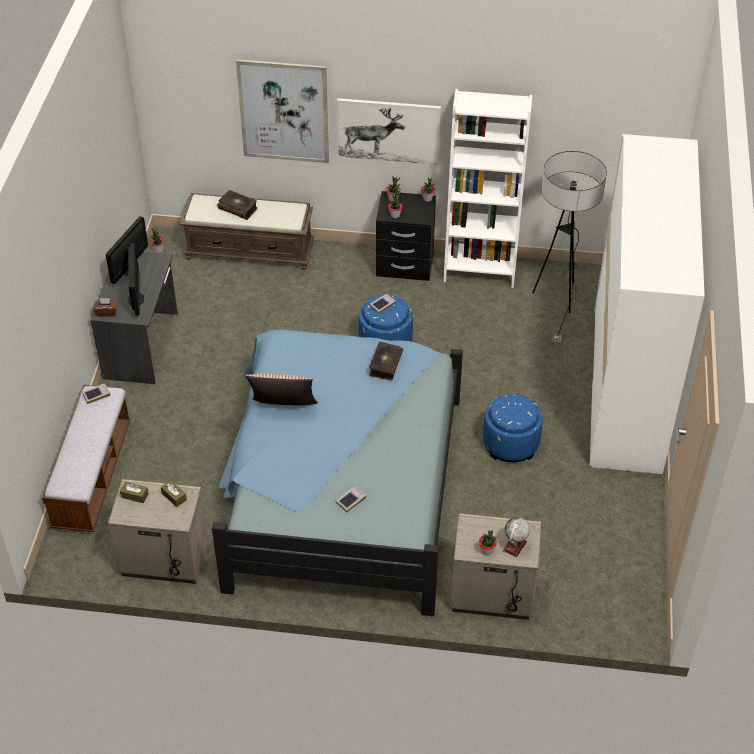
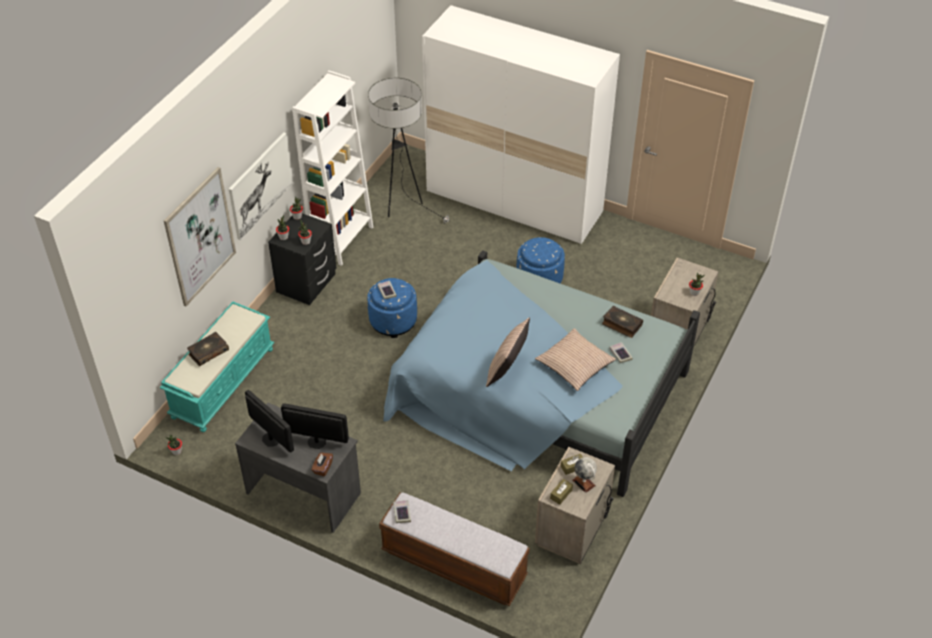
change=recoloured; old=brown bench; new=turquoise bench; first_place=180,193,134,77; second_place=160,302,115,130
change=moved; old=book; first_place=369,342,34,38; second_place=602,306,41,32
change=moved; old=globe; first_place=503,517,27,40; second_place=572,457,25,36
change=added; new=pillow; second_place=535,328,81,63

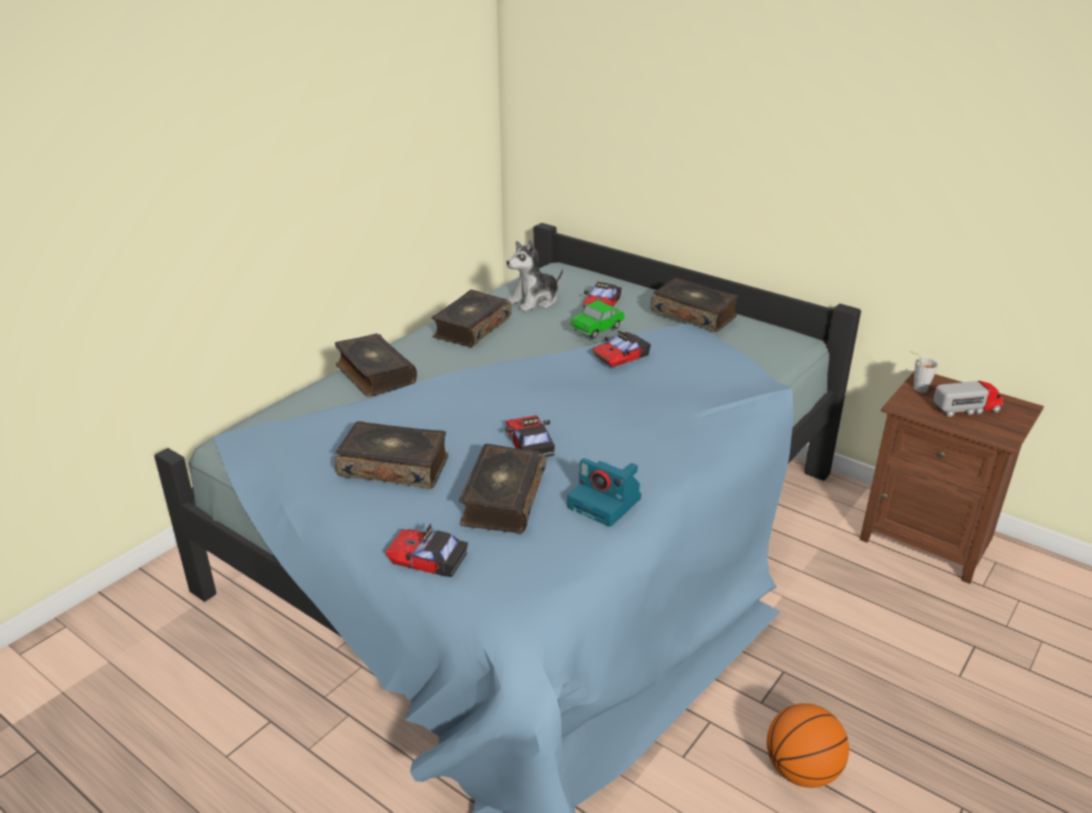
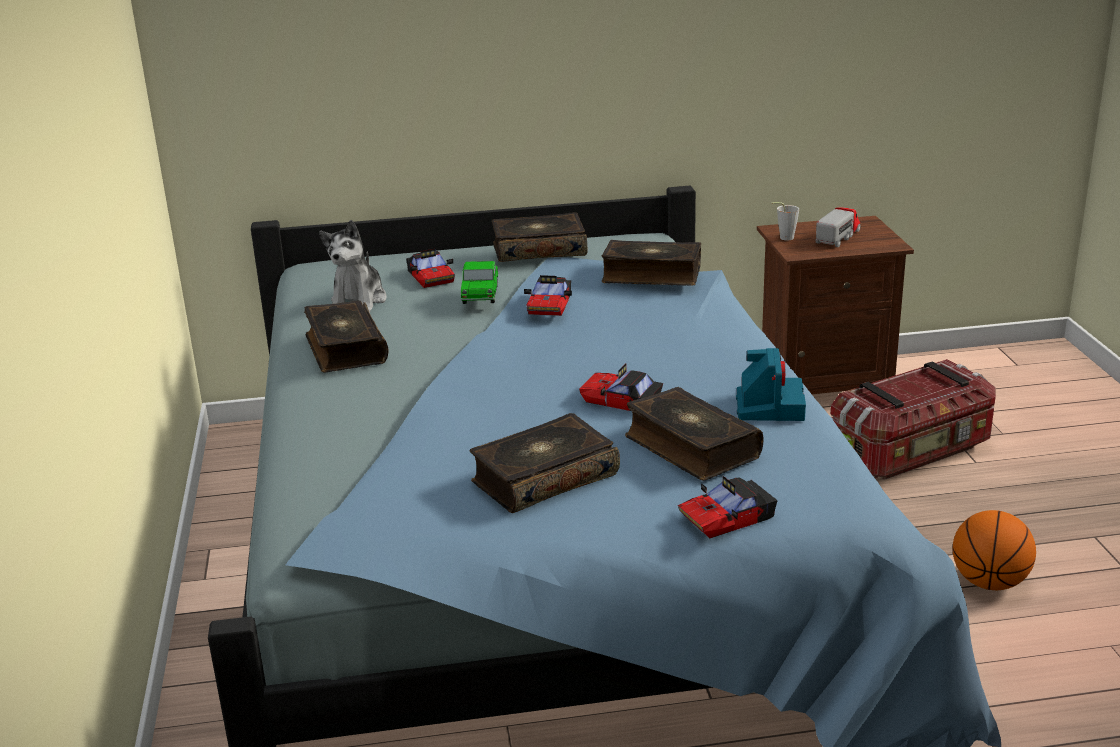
change=moved; old=book; first_place=335,334,82,63; second_place=602,240,99,46
change=turned; old=photo camera; first_place=567,458,74,69; second_place=736,348,70,73; degrees=-75
change=added; new=storage box; second_place=830,359,166,121

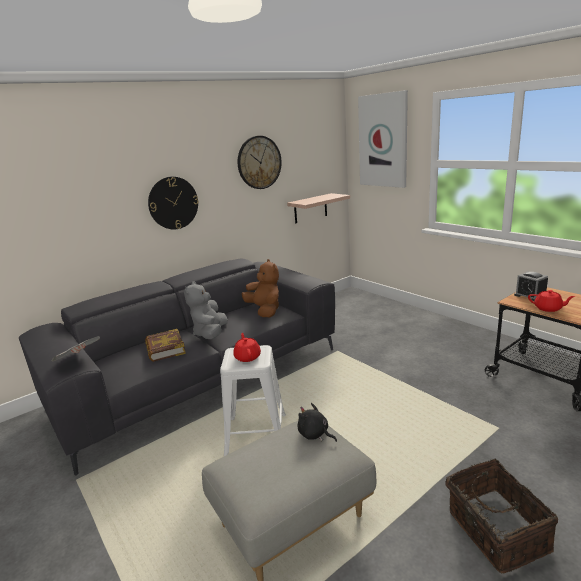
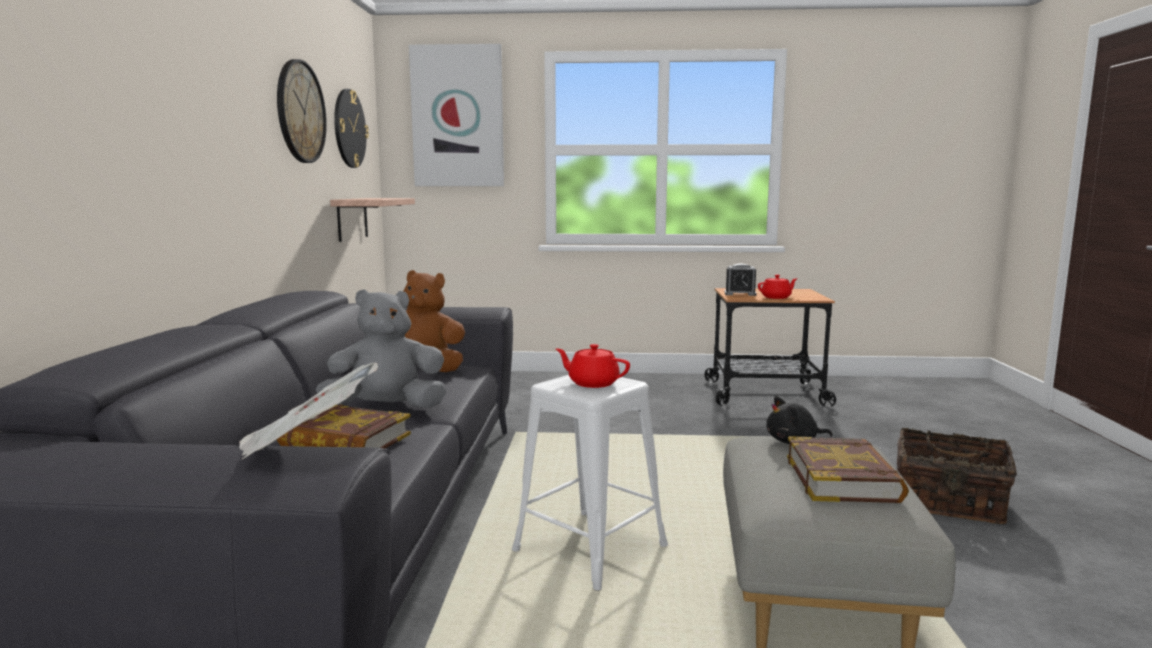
change=moved; old=wall clock; first_place=148,177,51,53; second_place=334,89,35,79
change=turned; old=grey plush toy; first_place=184,281,44,58; second_place=316,289,130,119; degrees=120
change=added; new=book; second_place=787,436,122,67

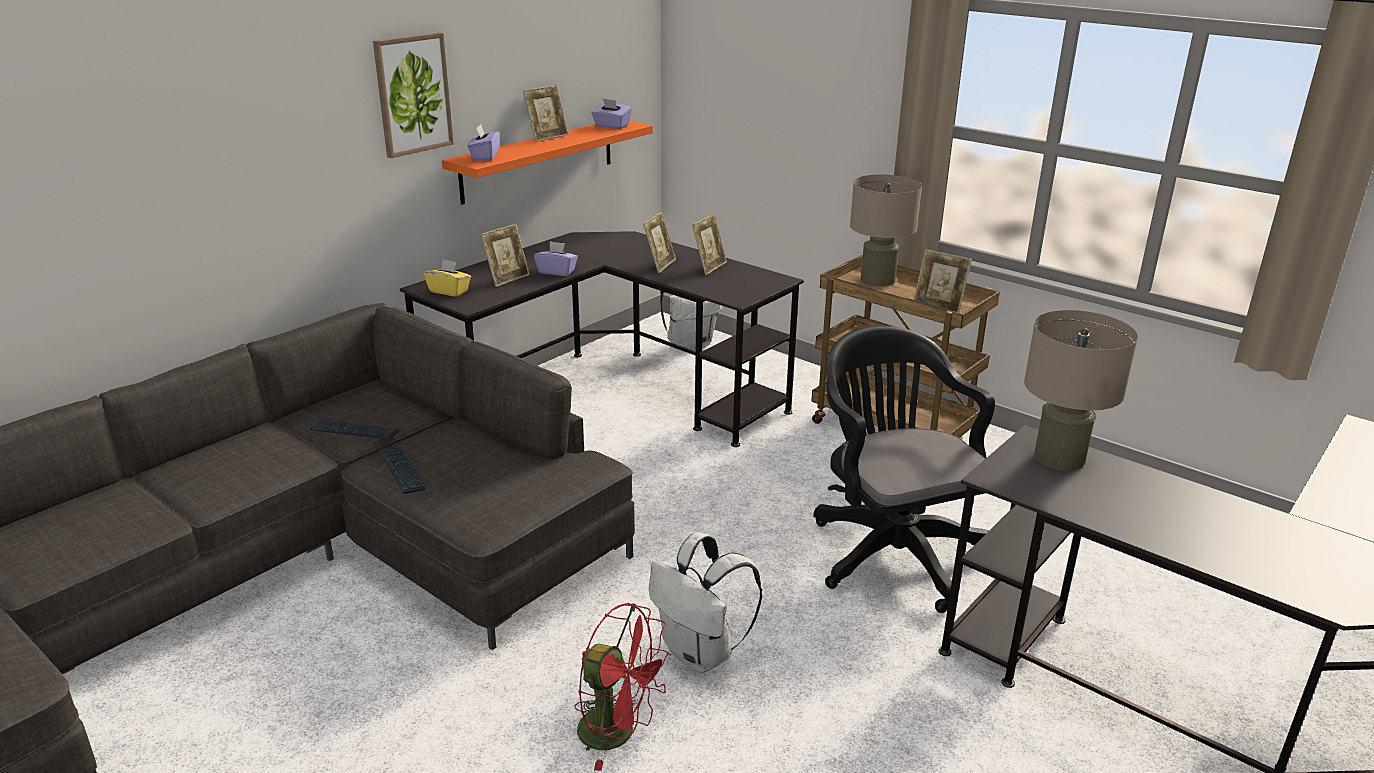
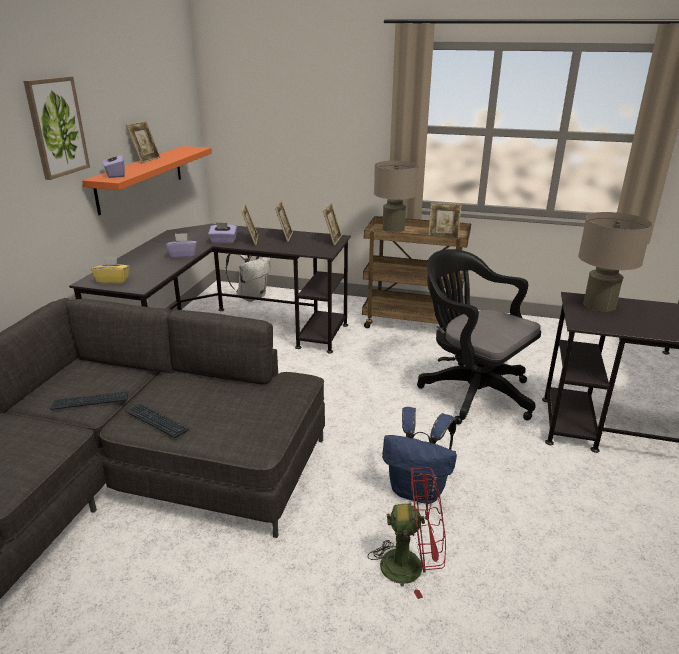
change=moved; old=purple tissue box; first_place=591,98,41,31; second_place=208,222,29,22
change=moved; old=picture frame; first_place=481,224,49,63; second_place=323,203,19,42
change=recoloured; old=white backpack; new=blue backpack; first_place=649,532,114,141; second_place=382,407,75,97

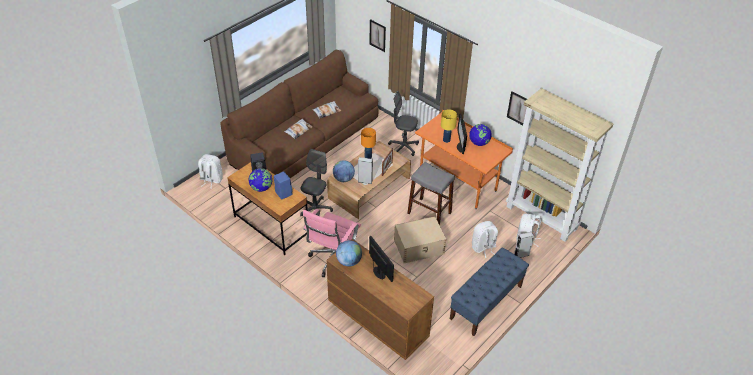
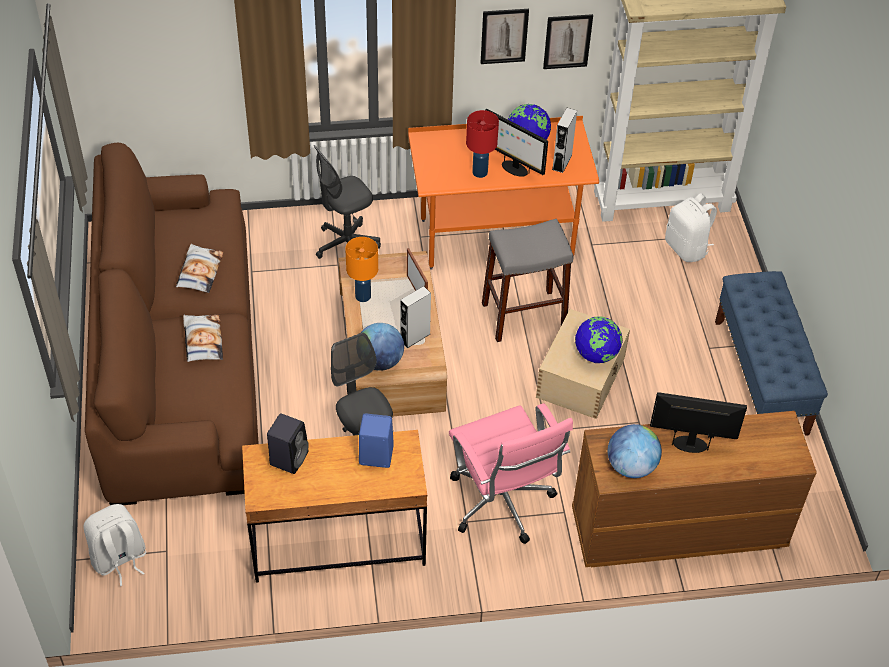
change=moved; old=picture; first_place=370,19,16,33; second_place=481,9,48,55
change=recoloured; old=yellow table lamp; new=red table lamp; first_place=441,109,16,34; second_place=466,110,33,68
change=moved; old=globe; first_place=248,168,24,24; second_place=575,316,48,47
change=removed; old=white backpack; first_place=472,221,26,37
change=moved; old=grey speaker; first_place=514,232,20,26; second_place=552,108,25,65

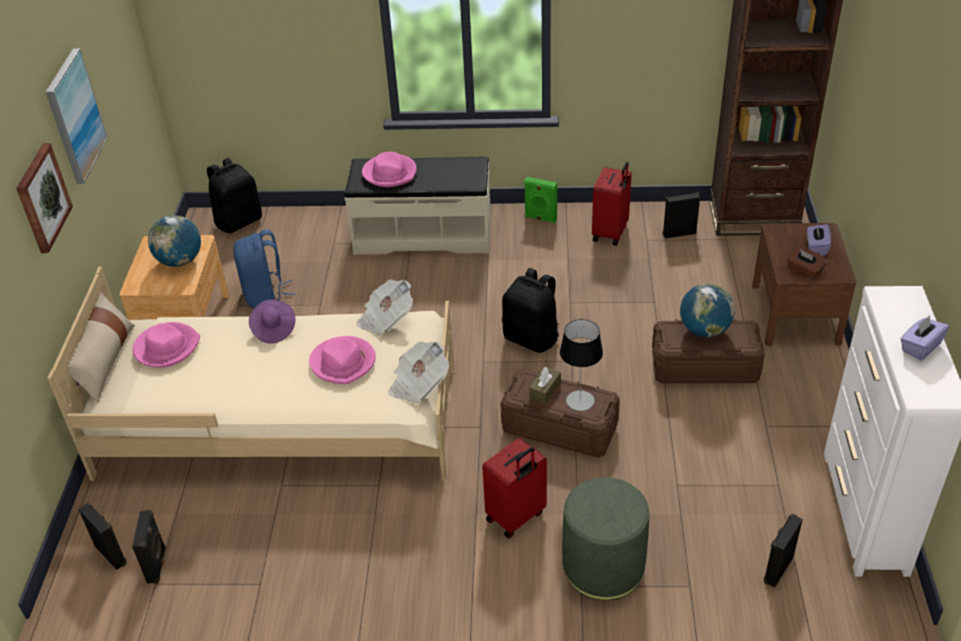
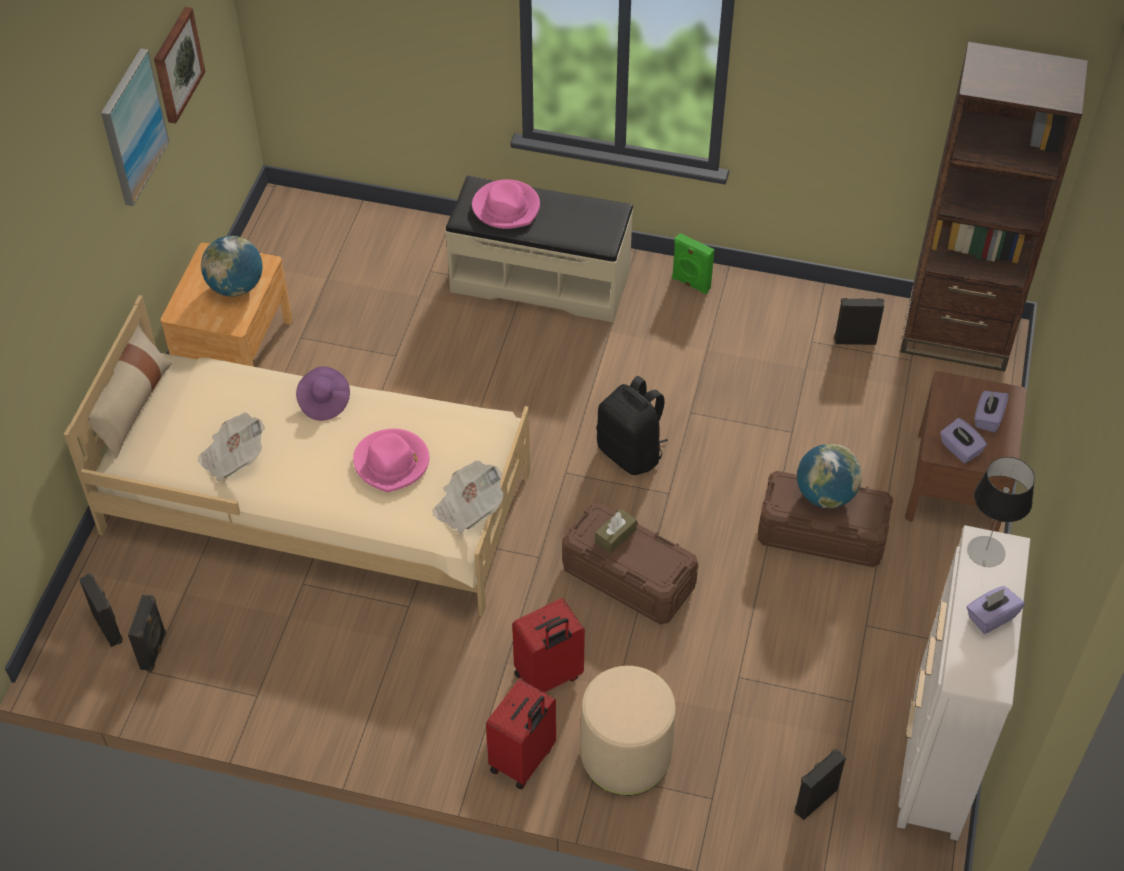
change=moved; old=picture; first_place=16,143,57,110; second_place=154,7,51,117
change=removed; old=black backpack; first_place=207,158,55,75
change=moved; old=red suitcase; first_place=592,162,40,84; second_place=486,679,70,111
change=removed; old=blue backpack; first_place=233,229,62,79
change=recoloured; old=brown tissue box; new=purple tissue box; first_place=787,246,40,34; second_place=940,418,47,46
change=moved; old=newspaper; first_place=356,279,57,57; second_place=198,413,67,69
change=moved; old=table lamp; first_place=560,319,43,92; second_place=967,457,68,110
change=removed; old=pink hat; first_place=133,322,67,46
change=recoloured; old=green ottoman; new=beige ottoman; first_place=562,477,87,124; second_place=580,666,96,130

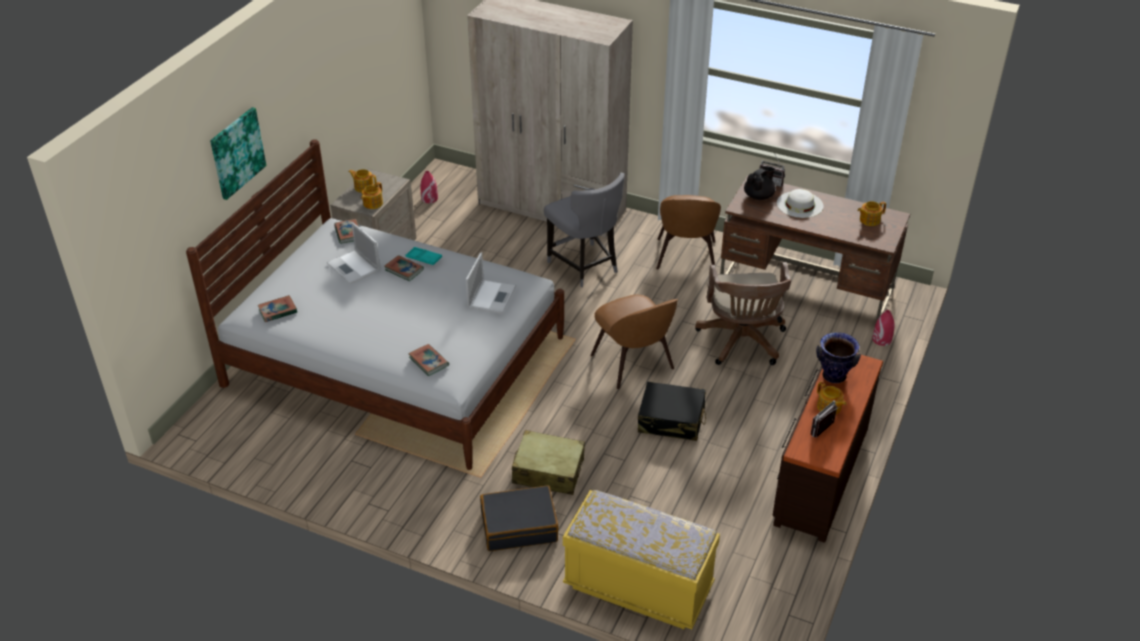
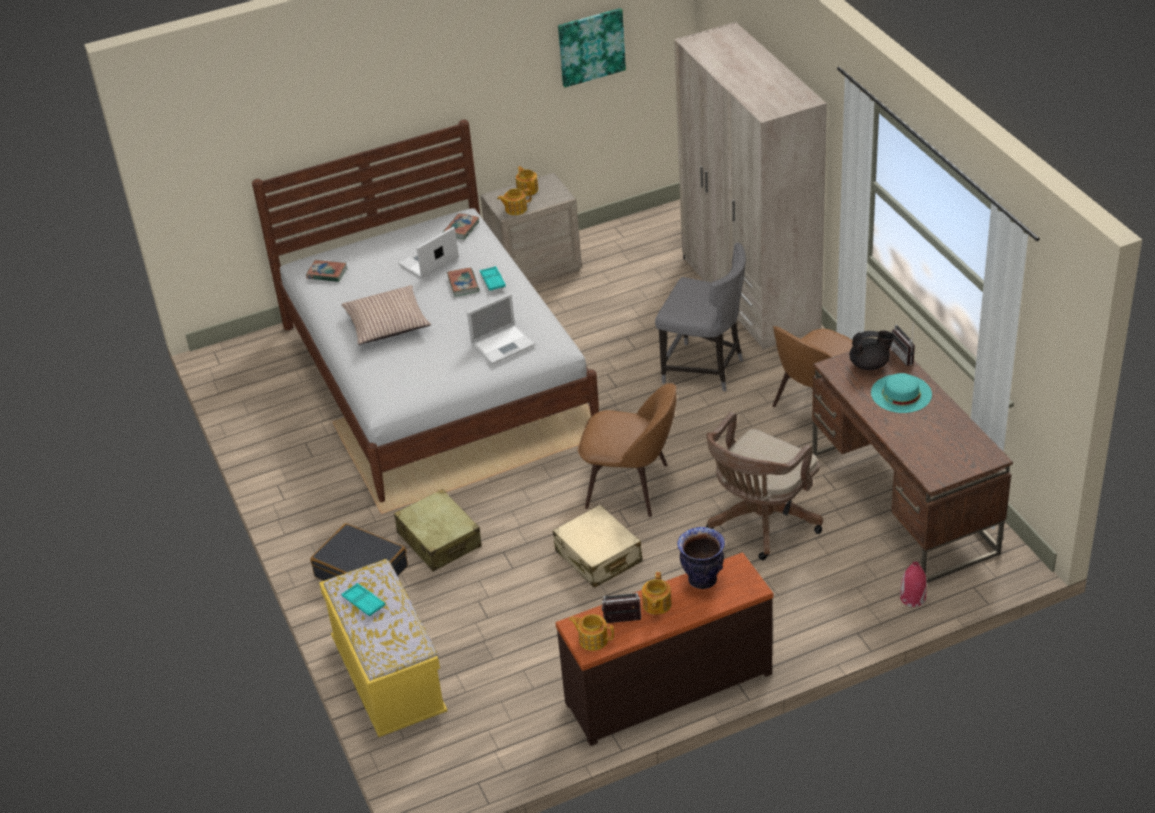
change=moved; old=picture; first_place=210,107,56,93; second_place=558,8,68,79
change=removed; old=red vase; first_place=420,171,18,32
change=turned; old=grey chair; first_place=544,173,81,114; second_place=655,242,91,150; degrees=-75
change=recoloured; old=white hat; new=turquoise hat; first_place=777,189,46,29; second_place=871,373,61,40
change=moved; old=teapot; first_place=858,201,28,25; second_place=569,614,45,37
change=turned; old=laptop; first_place=327,222,53,62; second_place=398,227,61,52; degrees=45
change=turned; old=brown chair; first_place=590,294,88,95; second_place=578,383,99,134; degrees=-90
change=removed; old=book; first_place=408,344,41,32
change=recoloured; old=black suitcase; new=beige suitcase; first_place=638,381,68,60; second_place=553,505,90,83
change=added; new=pillow; second_place=341,285,90,60
change=added; new=turquoise tray; second_place=342,583,43,33

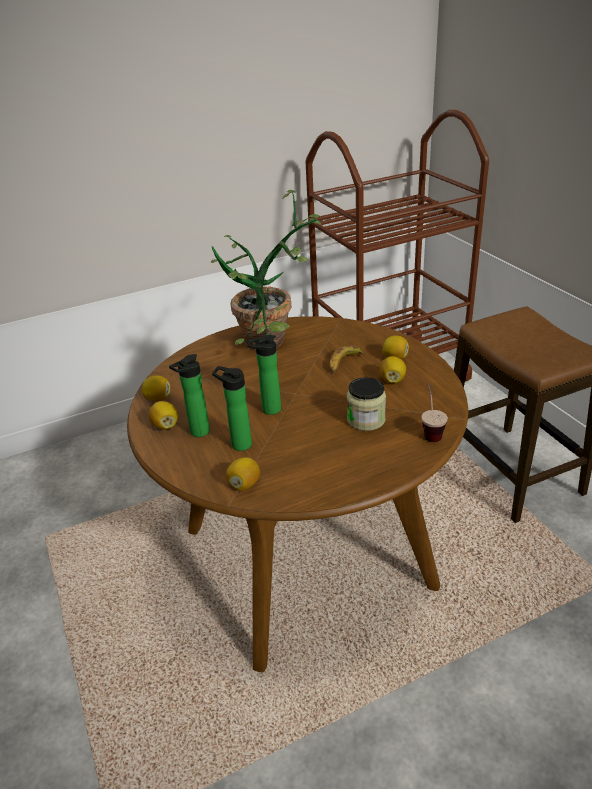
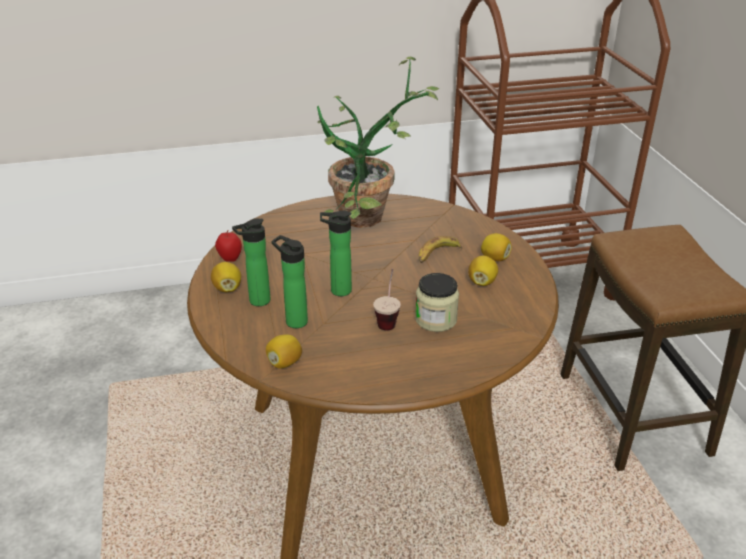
change=replaced; old=lemon; new=apple; first_place=142,375,28,27; second_place=215,230,27,32
change=moved; old=cup; first_place=421,384,27,58; second_place=373,269,28,61

